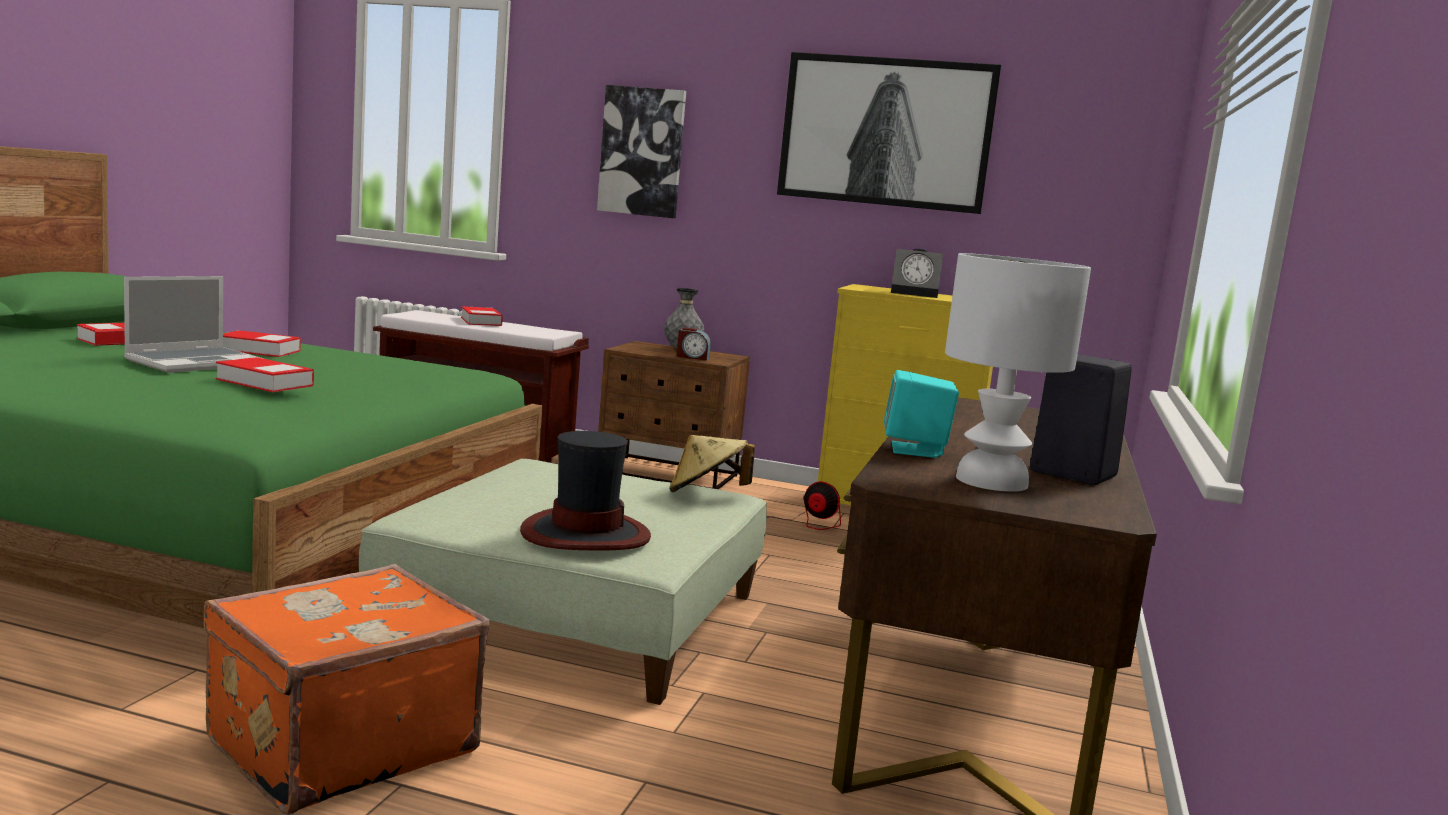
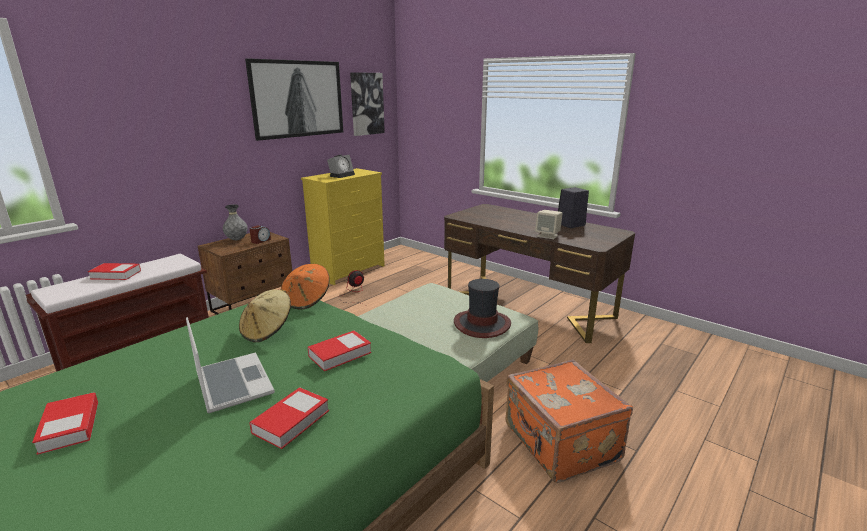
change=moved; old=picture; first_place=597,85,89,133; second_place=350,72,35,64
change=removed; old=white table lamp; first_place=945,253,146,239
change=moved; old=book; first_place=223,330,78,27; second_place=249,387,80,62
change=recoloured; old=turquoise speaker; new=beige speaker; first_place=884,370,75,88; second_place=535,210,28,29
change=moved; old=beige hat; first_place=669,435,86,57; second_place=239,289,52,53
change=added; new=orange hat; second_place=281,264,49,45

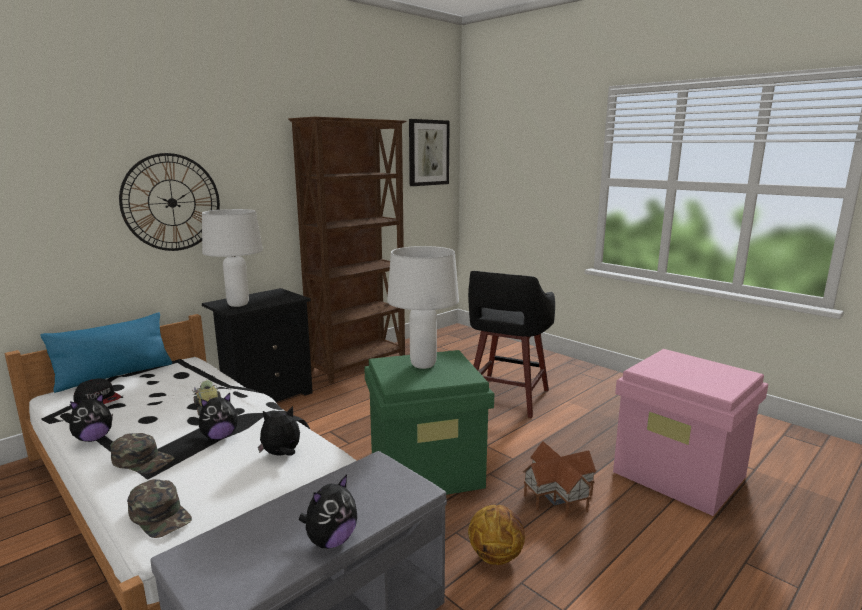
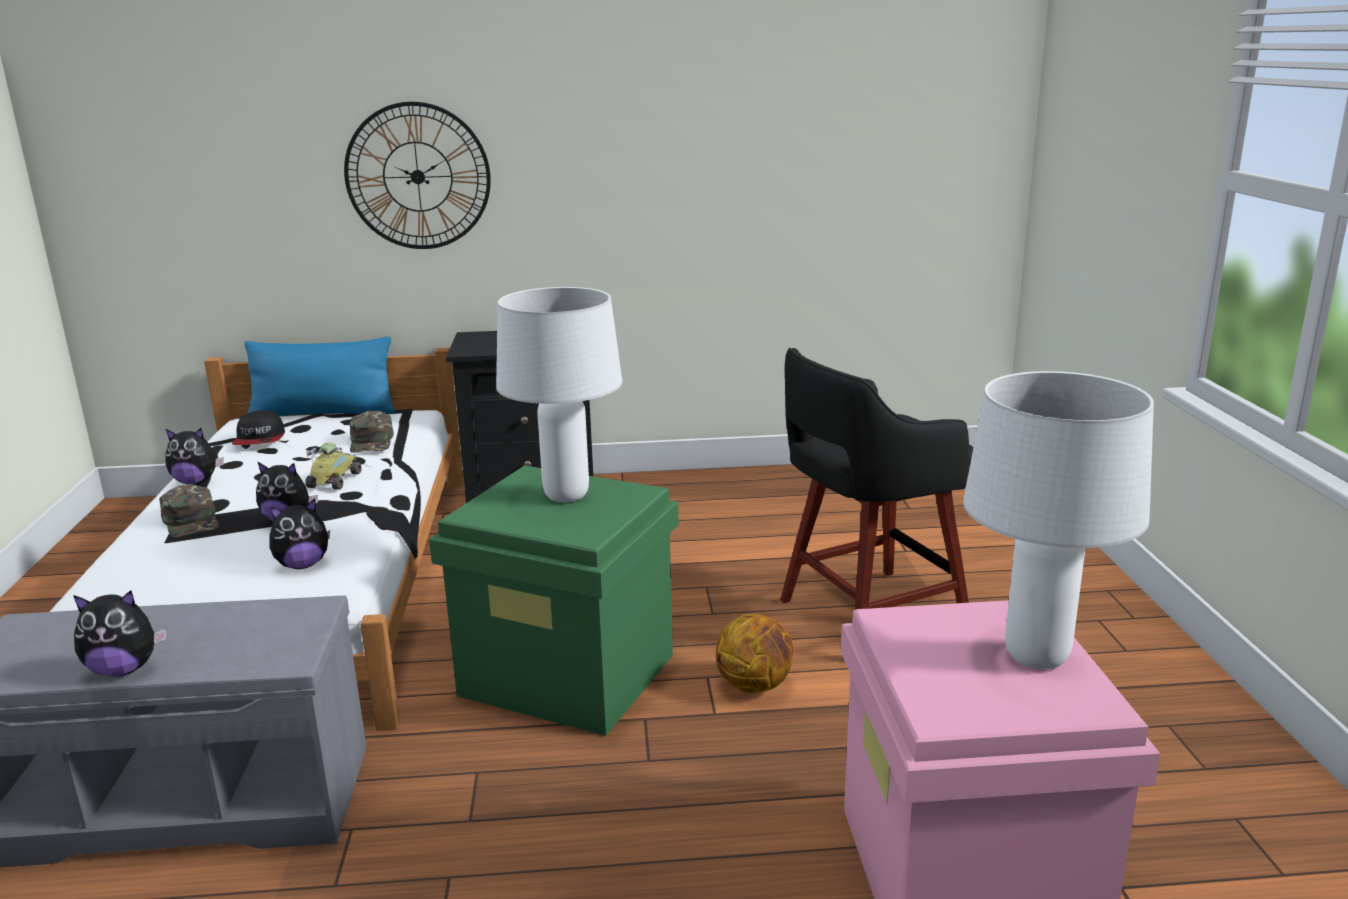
change=removed; old=brown bookcase; first_place=288,117,119,266
change=removed; old=picture; first_place=409,119,41,67
change=moved; old=white table lamp; first_place=202,209,61,98; second_place=963,371,191,298
change=turned; old=plush toy; first_place=258,406,42,50; second_place=270,498,60,71; degrees=135
change=removed; old=toy house; first_place=523,441,74,77
change=moved; old=green cap; first_place=127,479,65,59; second_place=350,410,44,43
change=moved; old=basketball; first_place=468,505,57,60; second_place=716,614,77,79

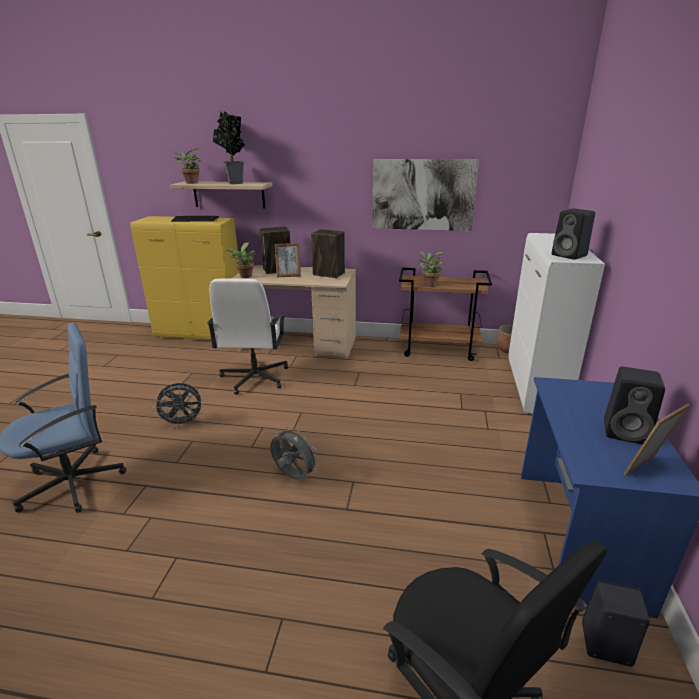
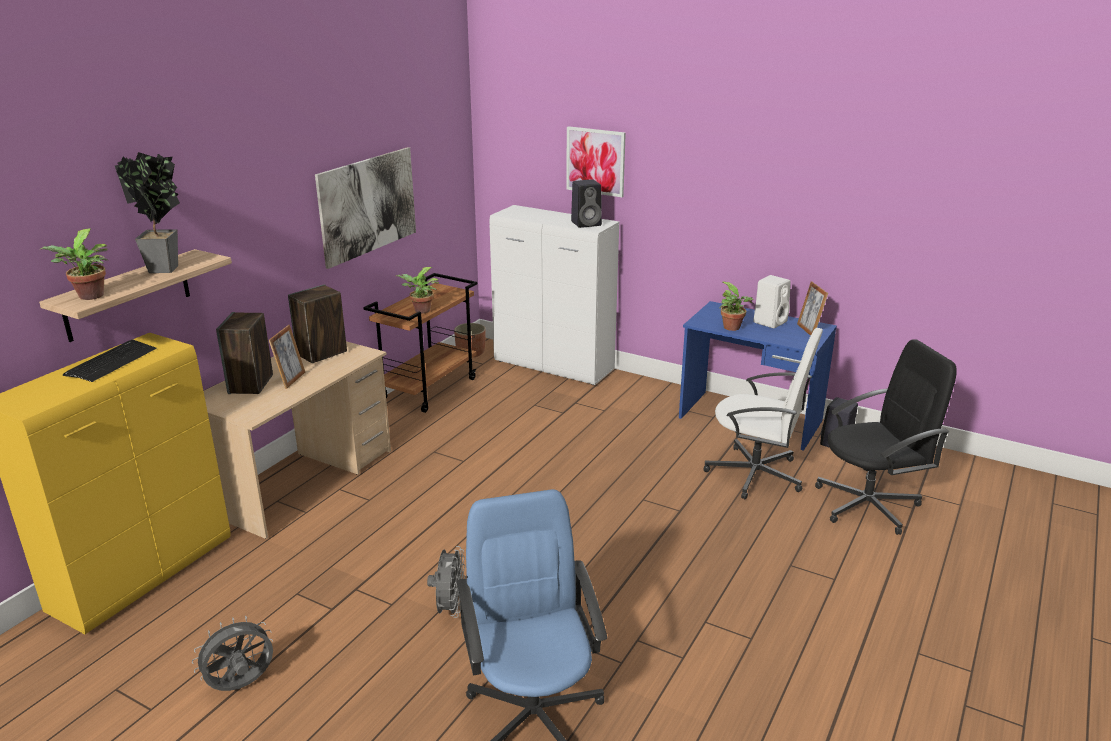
change=moved; old=potted plant; first_place=225,242,31,36; second_place=719,281,34,50
change=moved; old=white office chair; first_place=207,278,81,117; second_place=703,328,120,171
change=recoloured; old=black speaker; new=white speaker; first_place=604,367,61,78; second_place=753,275,38,53
change=moved; old=grey fan; first_place=270,427,49,53; second_place=192,616,81,75
change=added; new=picture; second_place=566,126,60,71

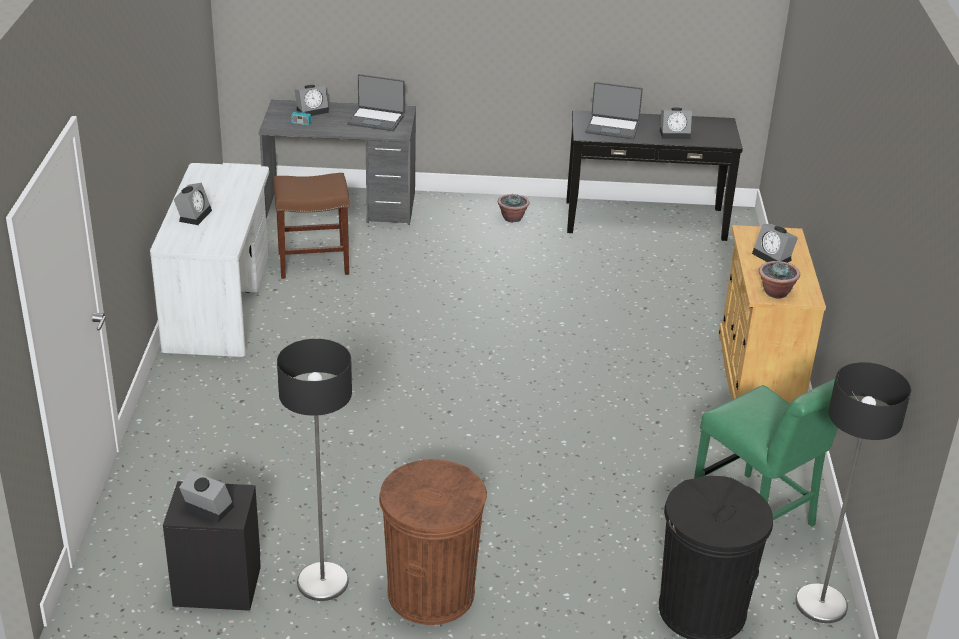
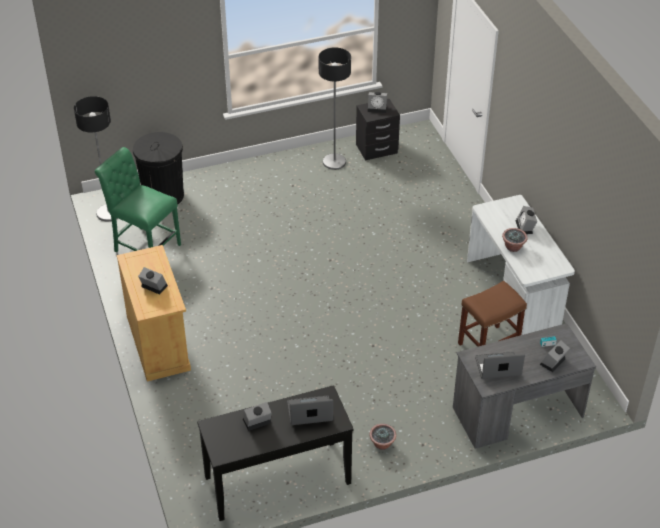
change=moved; old=potted plant; first_place=759,261,41,38; second_place=502,228,26,24
change=removed; old=brown trash can; first_place=379,459,108,166

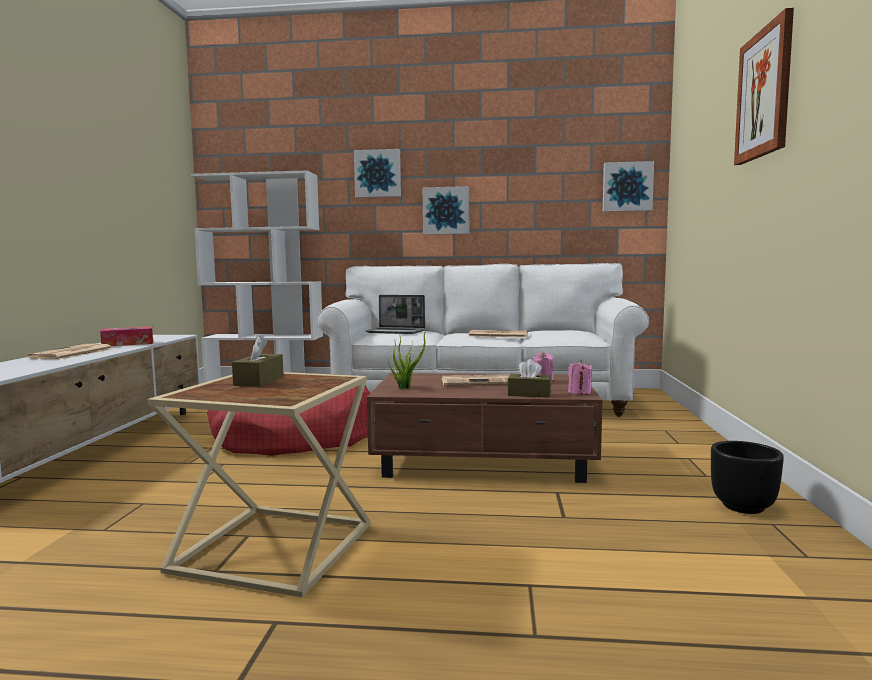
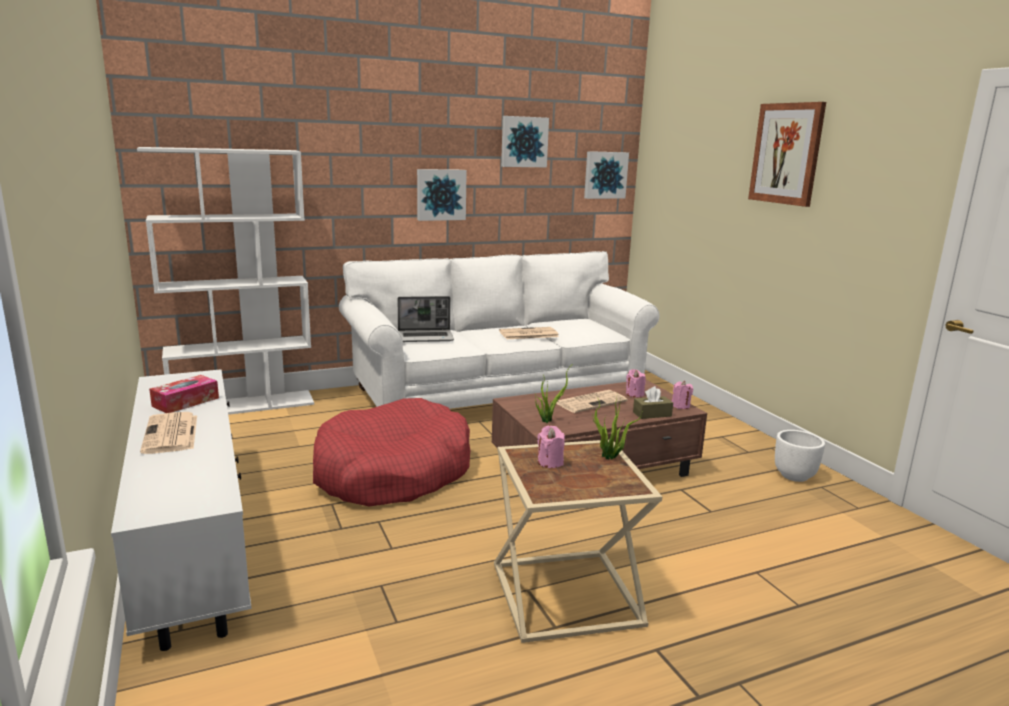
change=moved; old=picture; first_place=354,149,47,49; second_place=501,116,48,51
change=replaced; old=brown tissue box; new=pink candle; first_place=232,336,52,50; second_place=537,425,28,43
change=recoloured; old=black planter; new=white planter; first_place=711,441,73,73; second_place=775,430,50,52
change=added; new=potted plant; second_place=592,397,50,62

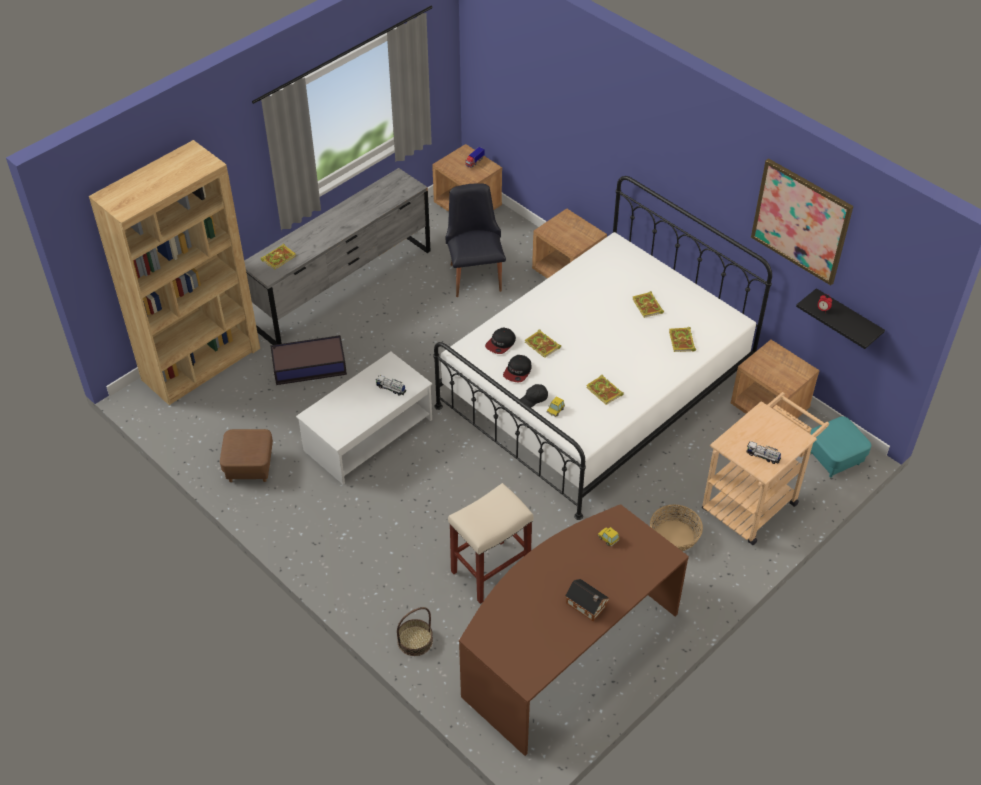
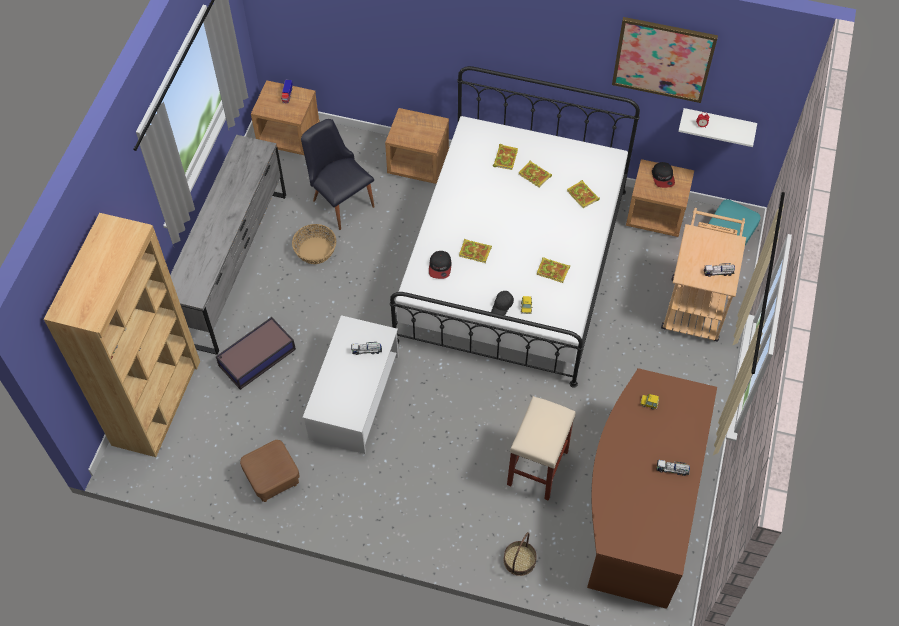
change=moved; old=book; first_place=261,244,35,26; second_place=493,144,25,26
change=recoloured; old=black shelf; new=white shelf; first_place=796,288,89,61; second_place=678,108,79,39
change=moved; old=cap; first_place=503,355,28,27; second_place=652,162,23,26
change=moved; old=basket; first_place=650,505,53,46; second_place=292,224,44,40
change=replaced; old=toy house; new=toy truck; first_place=565,579,44,42; second_place=656,460,34,16

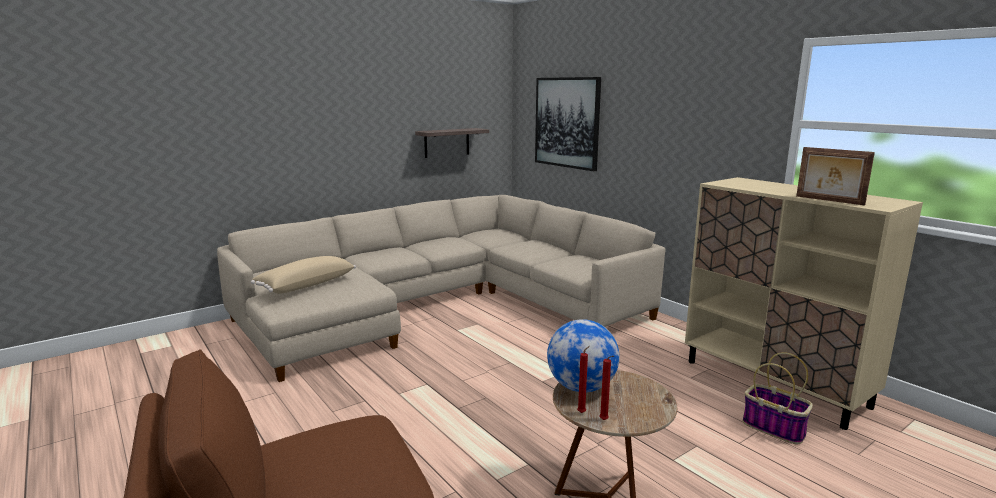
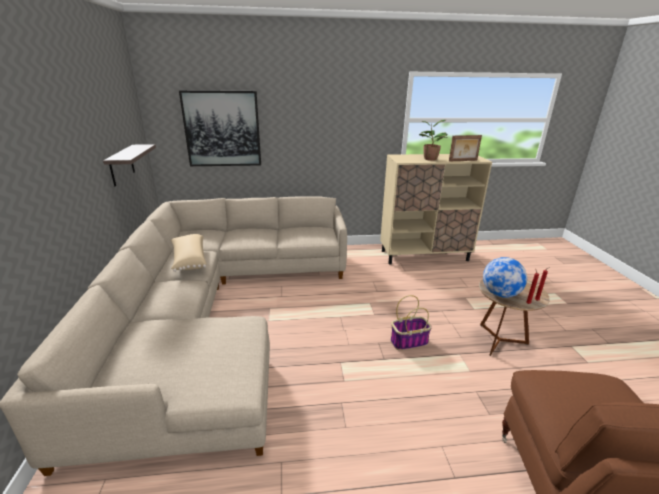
change=moved; old=beige pillow; first_place=251,256,105,38; second_place=171,234,35,38
change=moved; old=basket; first_place=743,352,70,93; second_place=391,295,41,55
change=added; new=potted plant; second_place=419,120,29,41

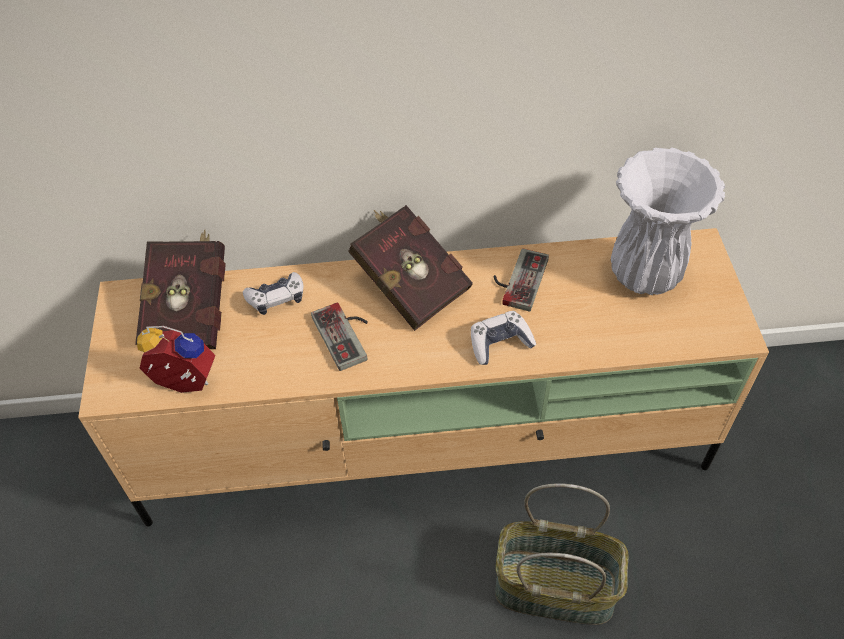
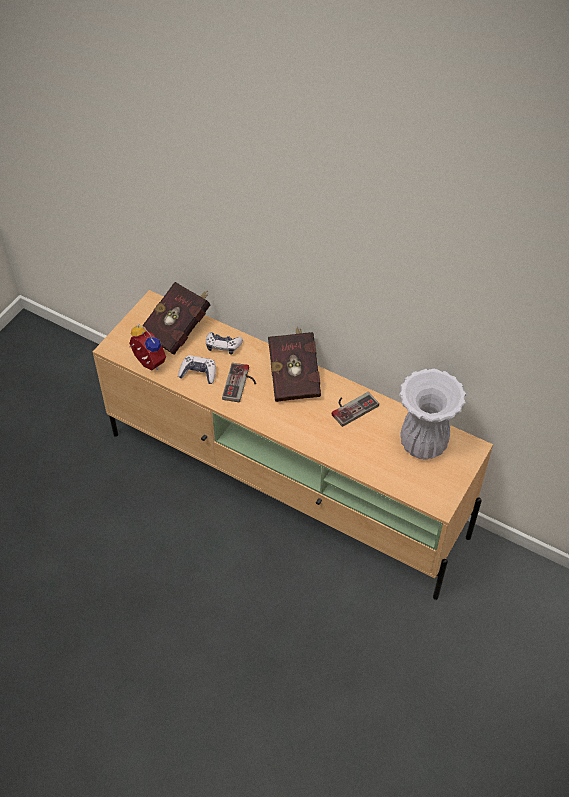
change=moved; old=game controller; first_place=471,311,65,54; second_place=178,355,38,29
change=removed; old=basket; first_place=495,483,134,142

